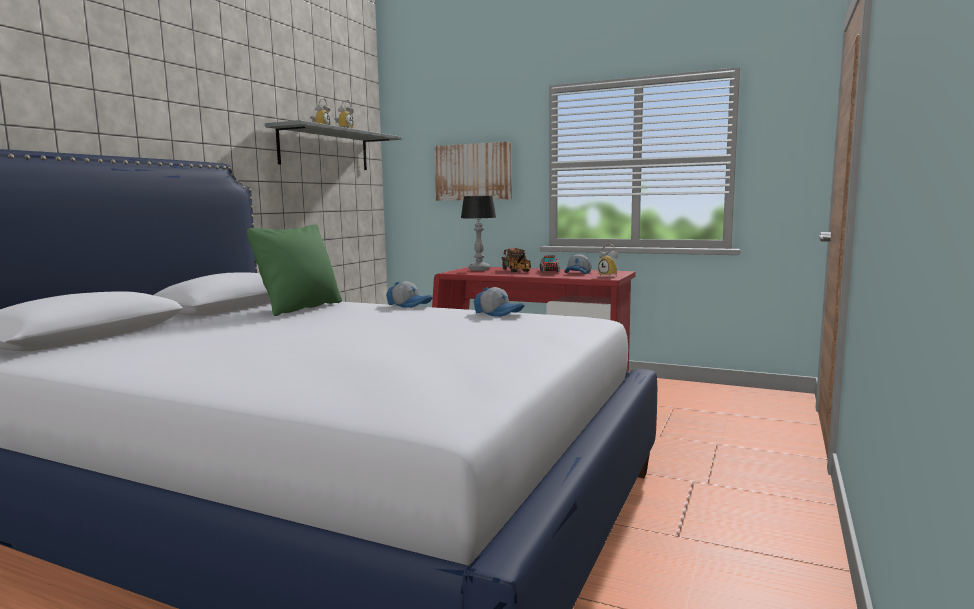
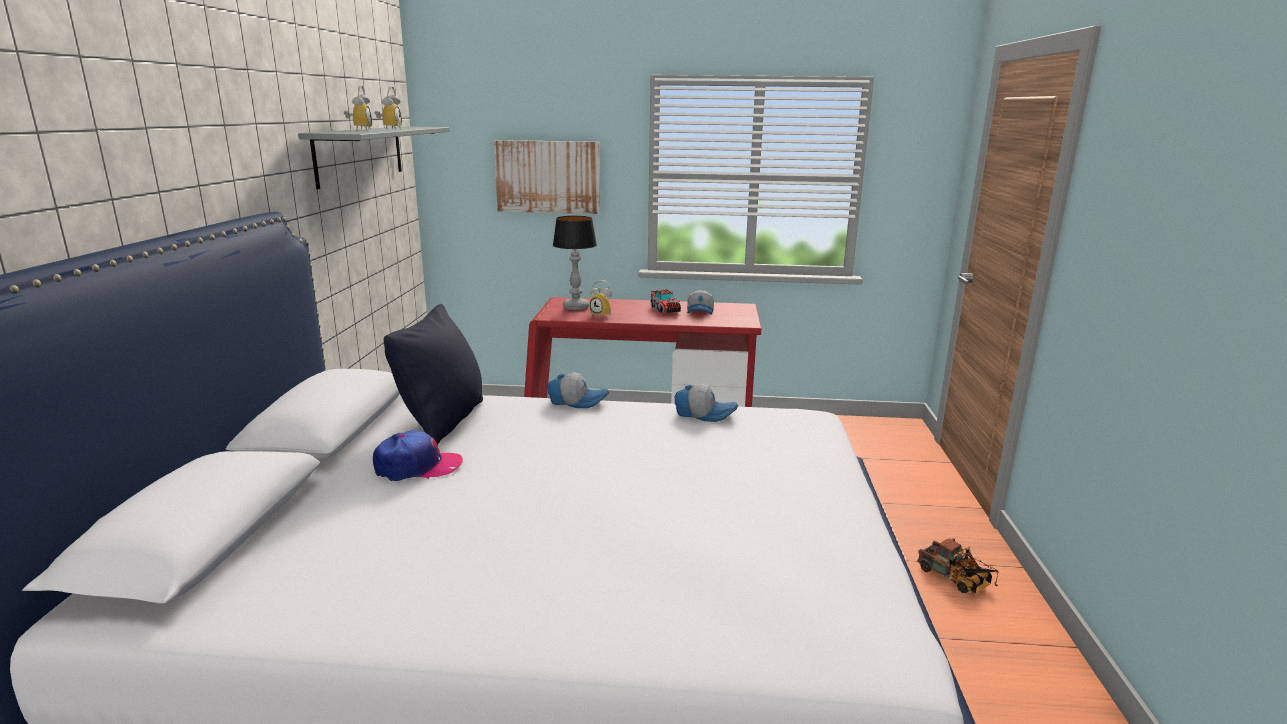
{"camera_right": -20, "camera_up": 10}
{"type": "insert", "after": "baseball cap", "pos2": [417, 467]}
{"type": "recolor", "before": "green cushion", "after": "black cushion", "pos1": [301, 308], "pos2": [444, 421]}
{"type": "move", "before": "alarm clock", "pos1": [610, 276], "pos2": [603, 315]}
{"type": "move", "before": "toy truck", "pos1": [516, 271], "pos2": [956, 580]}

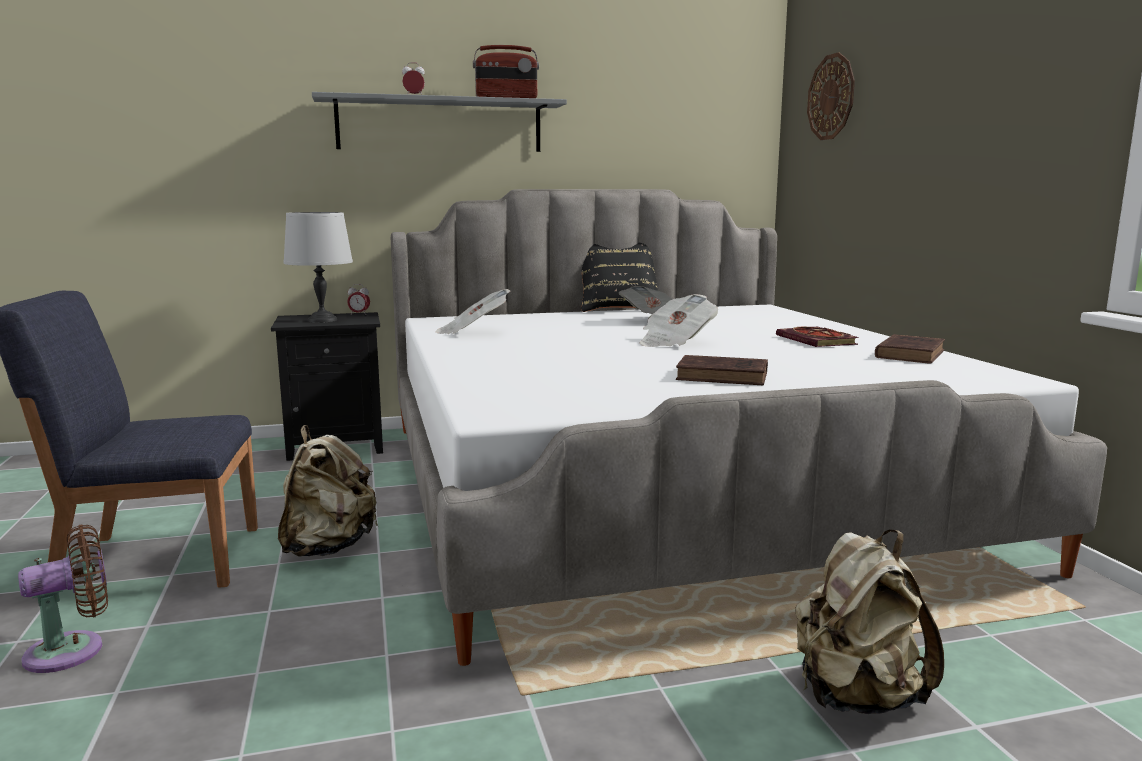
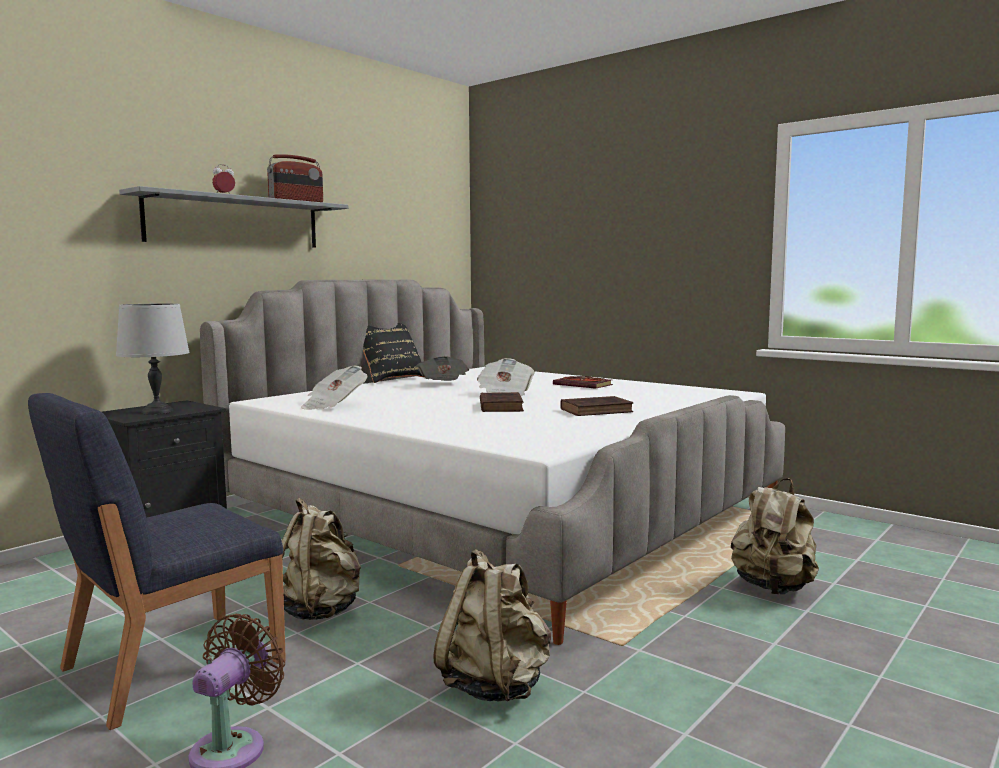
{"camera_right": -35, "camera_up": -5}
{"type": "insert", "after": "sand-coloured rucksack", "pos2": [495, 685]}
{"type": "move", "before": "brown bound book", "pos1": [910, 354], "pos2": [500, 406]}
{"type": "delete", "before": "alarm clock", "pos1": [359, 314]}
{"type": "delete", "before": "hanging clock", "pos1": [831, 97]}

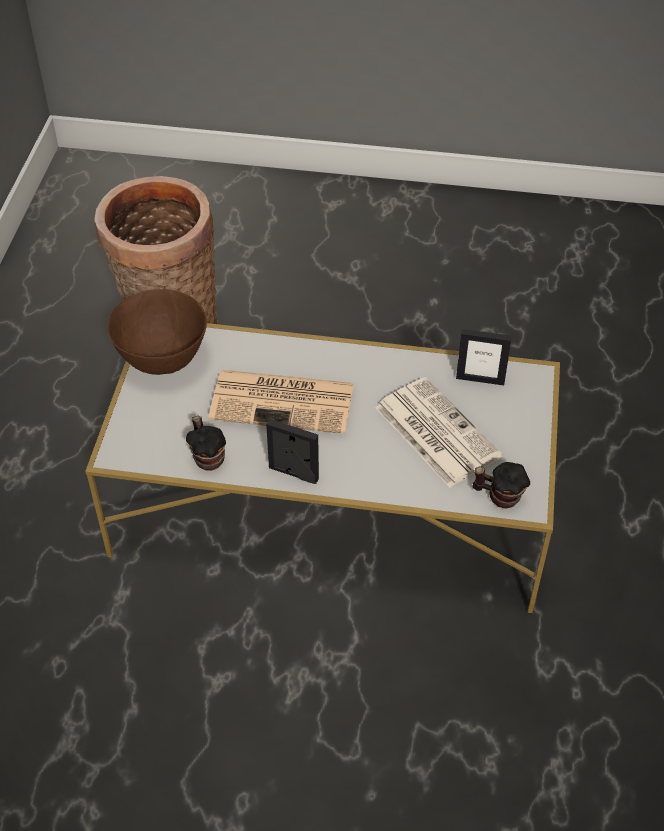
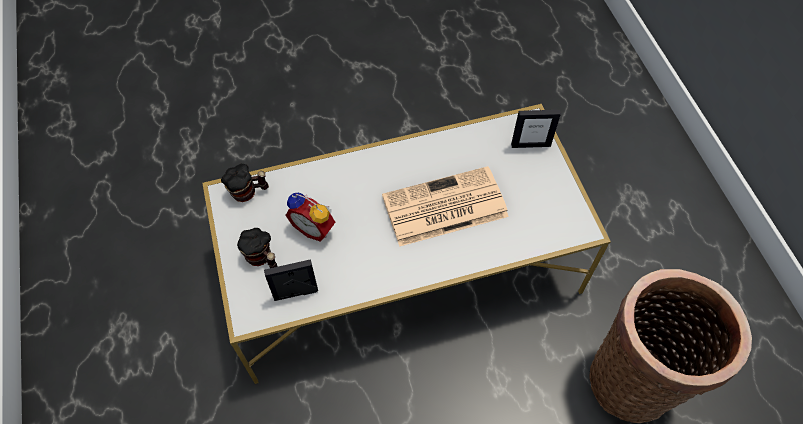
{"camera_right": 155, "camera_up": 10}
{"type": "move", "before": "coffee mug", "pos1": [207, 456], "pos2": [262, 259]}
{"type": "replace", "before": "printed paper", "after": "alarm clock", "pos1": [435, 431], "pos2": [315, 227]}
{"type": "move", "before": "photo frame", "pos1": [293, 473], "pos2": [530, 144]}
{"type": "delete", "before": "brown serving bowl", "pos1": [164, 359]}

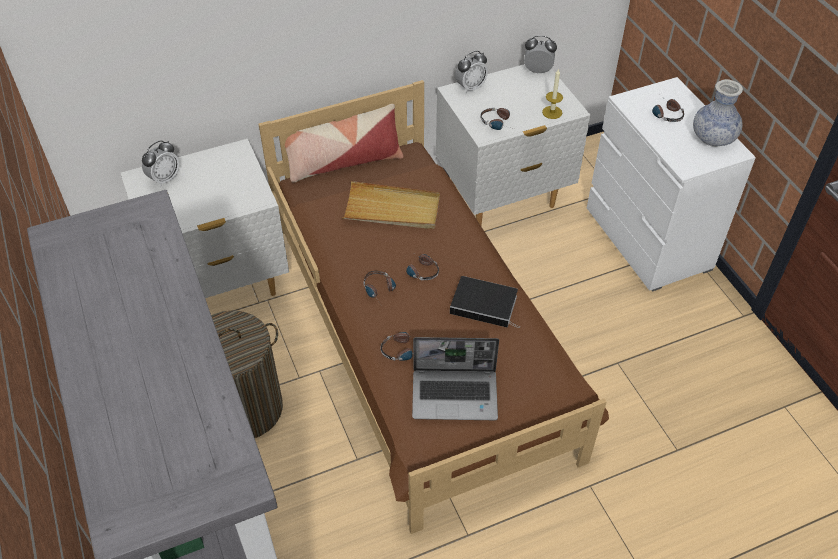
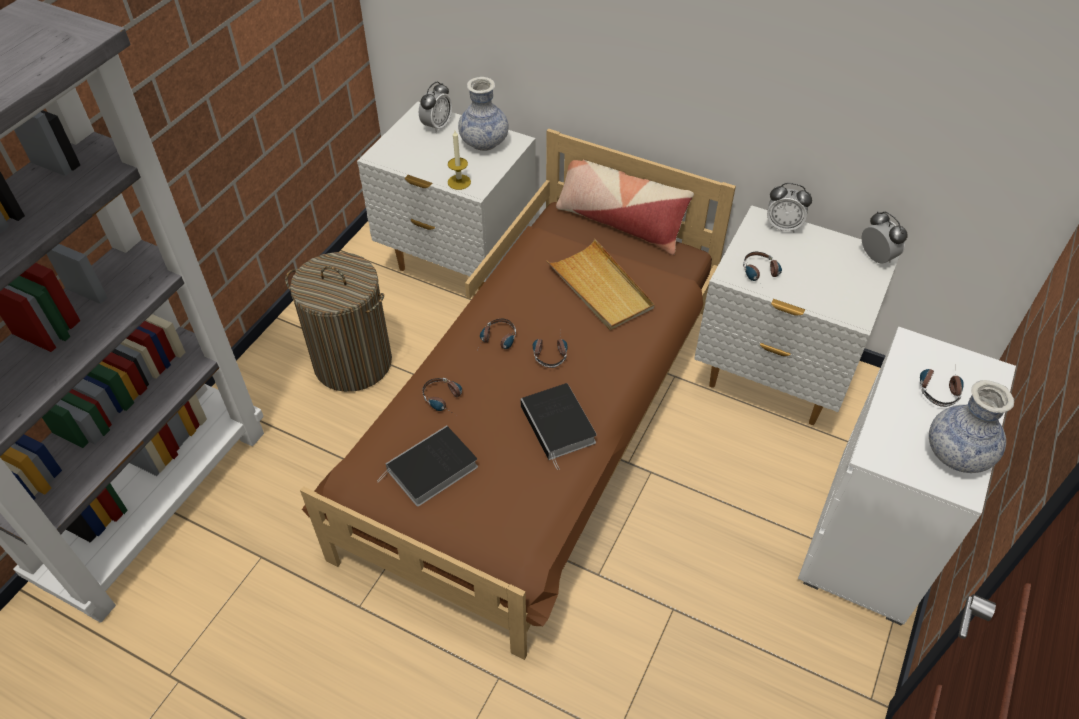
{"camera_right": 50, "camera_up": 0}
{"type": "replace", "before": "laptop", "after": "bound book", "pos1": [456, 394], "pos2": [431, 470]}
{"type": "rotate", "before": "alarm clock", "pos1": [164, 179], "pos2": [437, 126], "turn": -60}
{"type": "move", "before": "candle", "pos1": [552, 112], "pos2": [459, 182]}
{"type": "insert", "after": "flower vase", "pos2": [484, 142]}

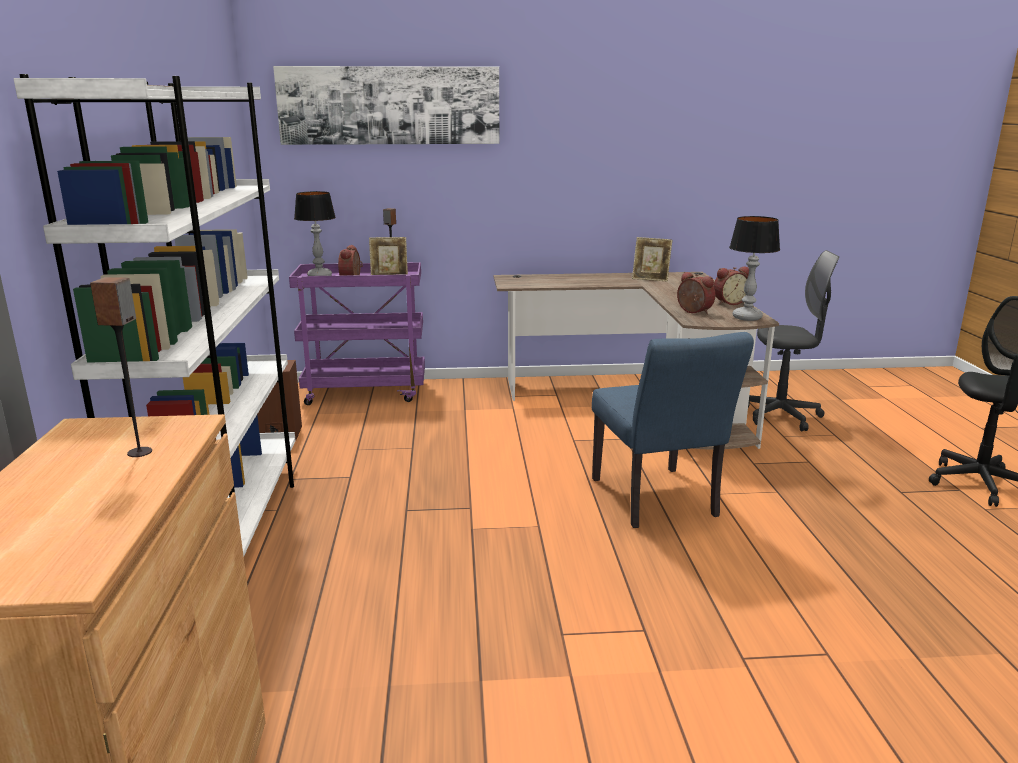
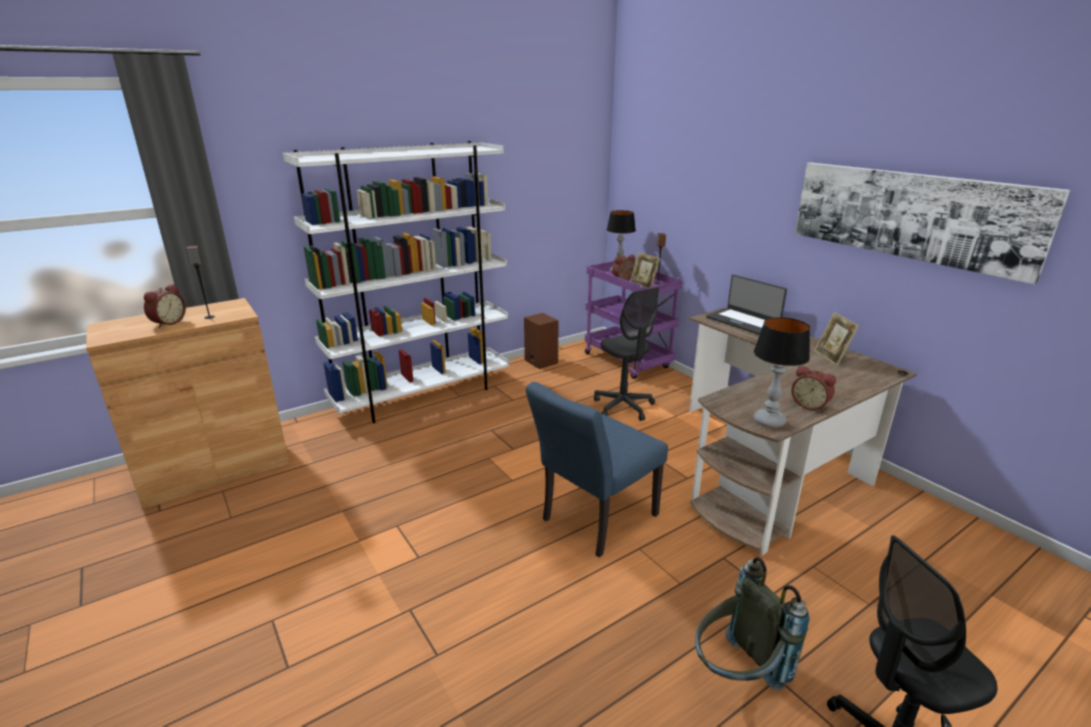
{"camera_right": 60, "camera_up": 5}
{"type": "move", "before": "alarm clock", "pos1": [693, 312], "pos2": [168, 322]}
{"type": "move", "before": "greyish desk chair", "pos1": [781, 416], "pos2": [623, 407]}
{"type": "insert", "after": "greyish rucksack", "pos2": [736, 675]}
{"type": "insert", "after": "laptop", "pos2": [743, 321]}
{"type": "move", "before": "wall picture", "pos1": [389, 105], "pos2": [910, 215]}

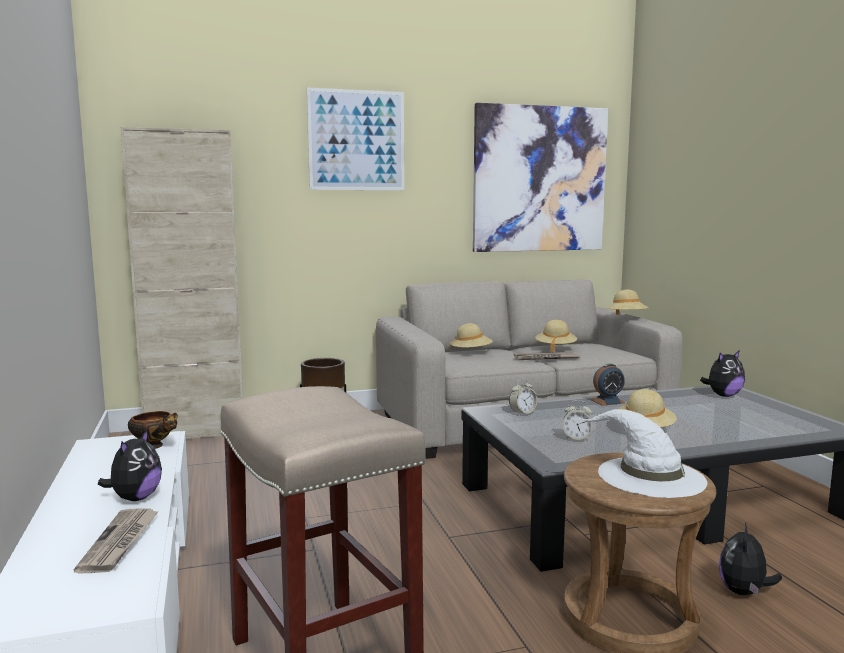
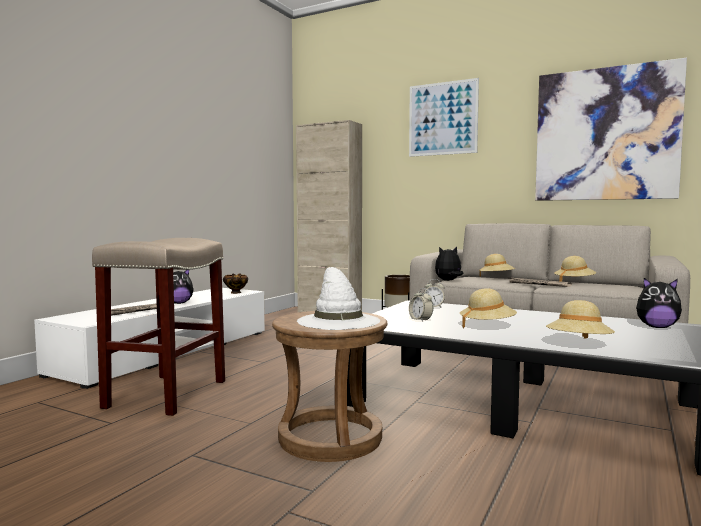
{"camera_right": 45, "camera_up": -5}
{"type": "move", "before": "cuddly toy", "pos1": [744, 592], "pos2": [448, 281]}
{"type": "move", "before": "sand-coloured hat", "pos1": [626, 318], "pos2": [579, 345]}
{"type": "delete", "before": "alarm clock", "pos1": [607, 401]}

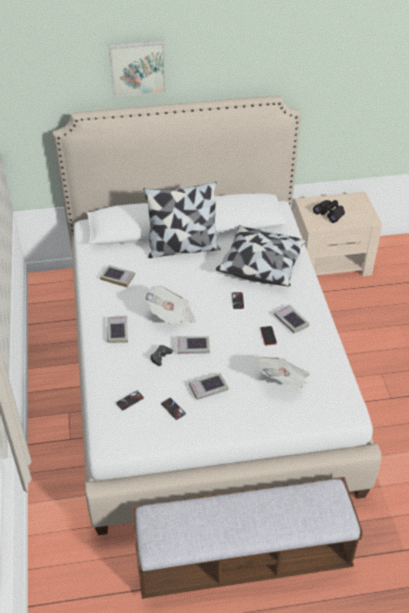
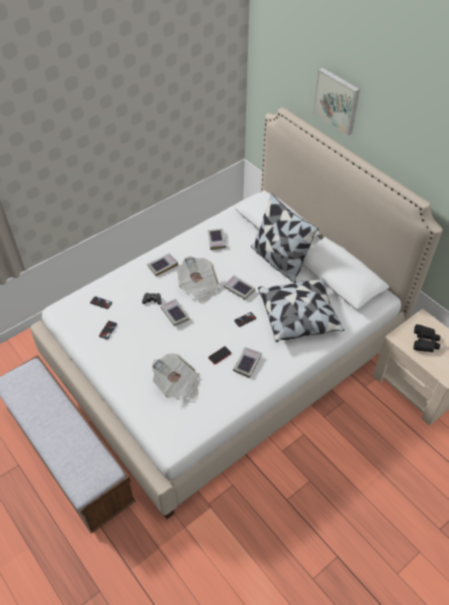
{"camera_right": 60, "camera_up": 5}
{"type": "move", "before": "bound book", "pos1": [208, 388], "pos2": [239, 289]}

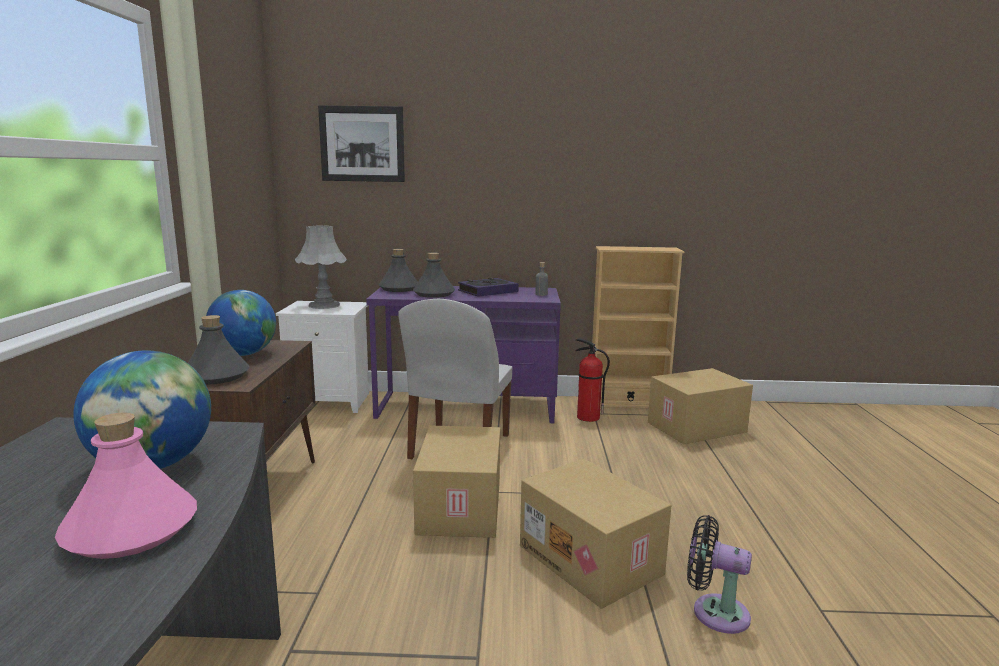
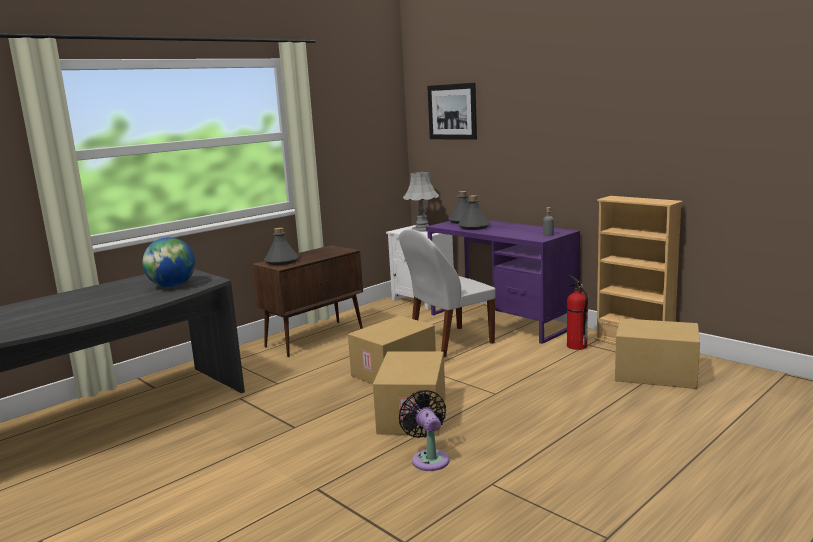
{"camera_right": 45, "camera_up": 0}
{"type": "delete", "before": "pink-coloured drink bottle", "pos1": [132, 530]}
{"type": "delete", "before": "desk globe", "pos1": [244, 354]}
{"type": "delete", "before": "bound book", "pos1": [487, 291]}

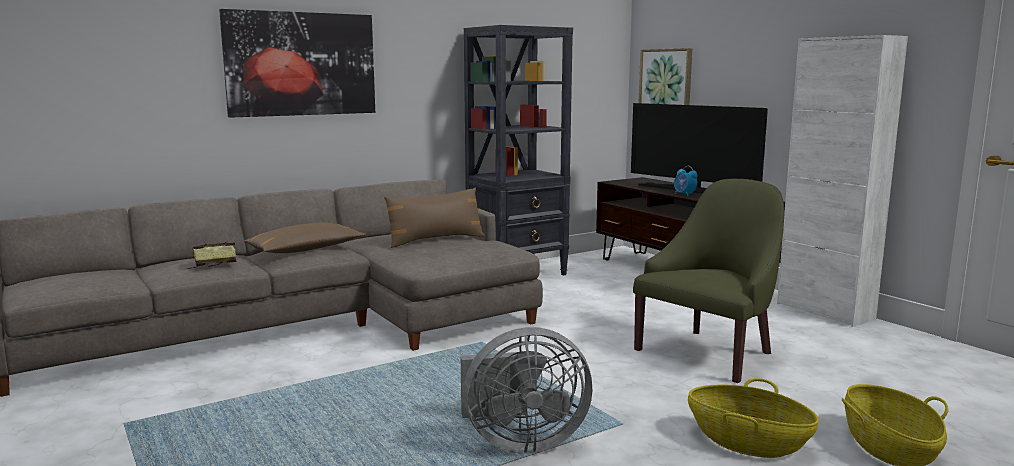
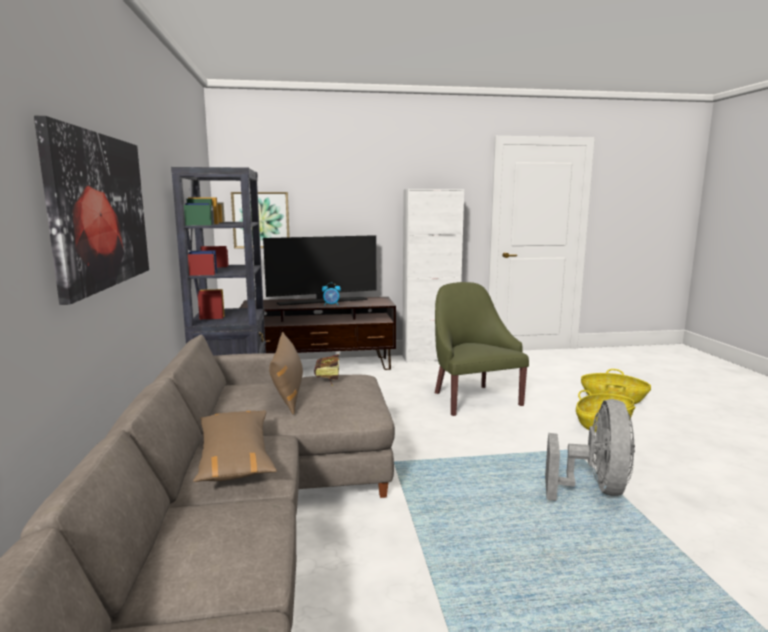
{"camera_right": -65, "camera_up": 0}
{"type": "move", "before": "bound book", "pos1": [210, 265], "pos2": [327, 379]}

